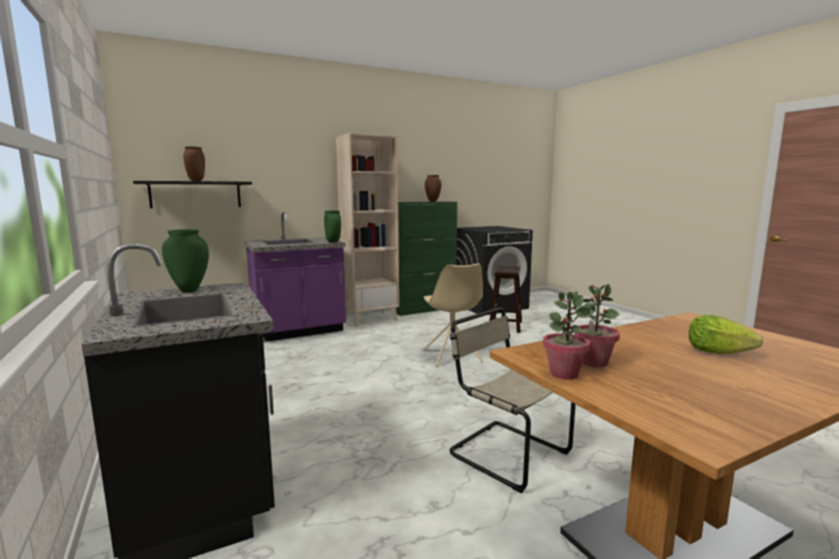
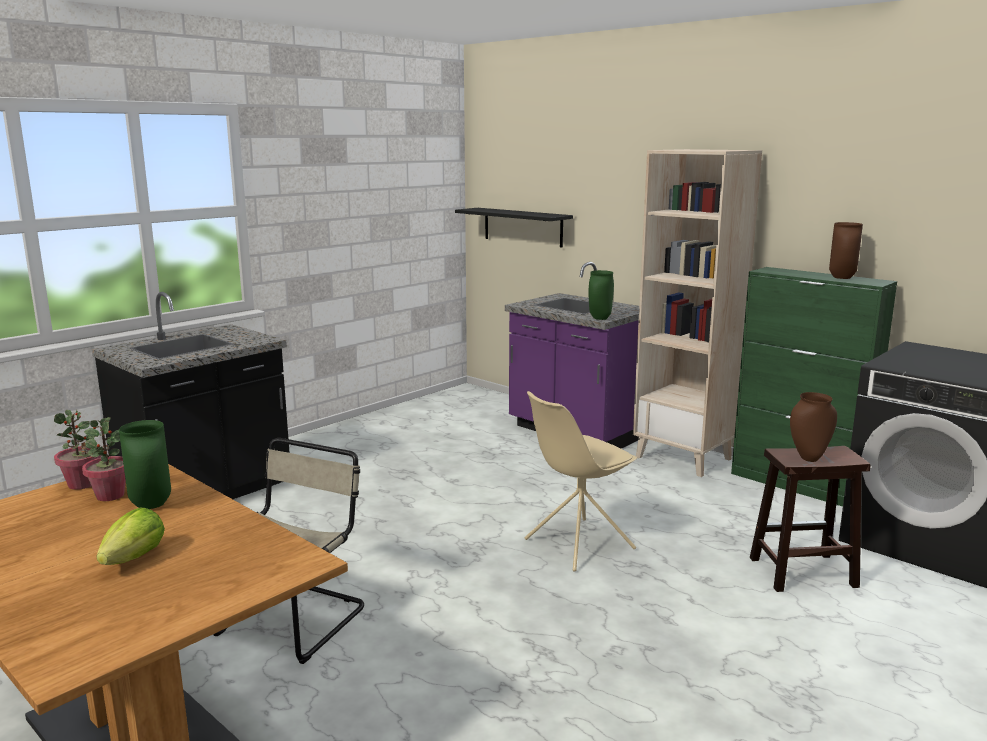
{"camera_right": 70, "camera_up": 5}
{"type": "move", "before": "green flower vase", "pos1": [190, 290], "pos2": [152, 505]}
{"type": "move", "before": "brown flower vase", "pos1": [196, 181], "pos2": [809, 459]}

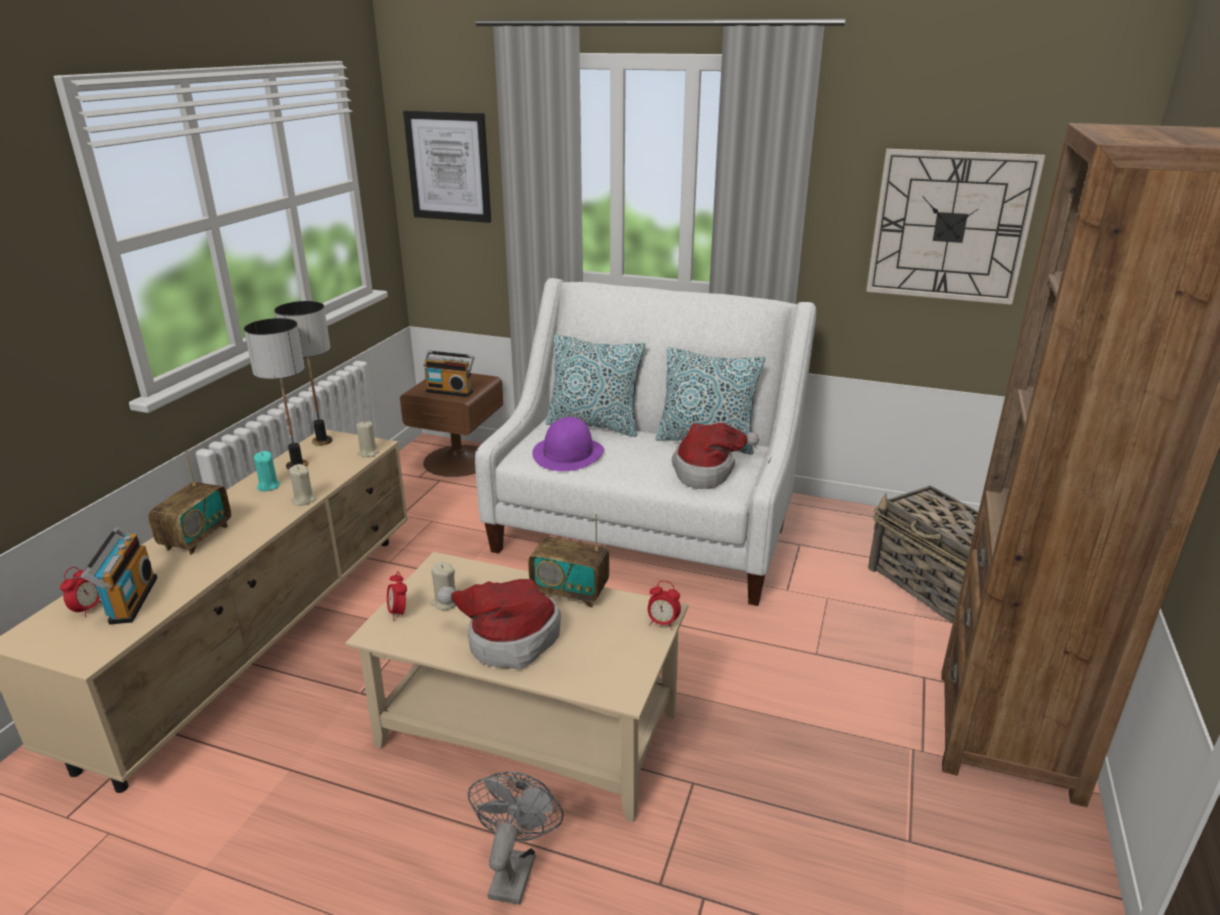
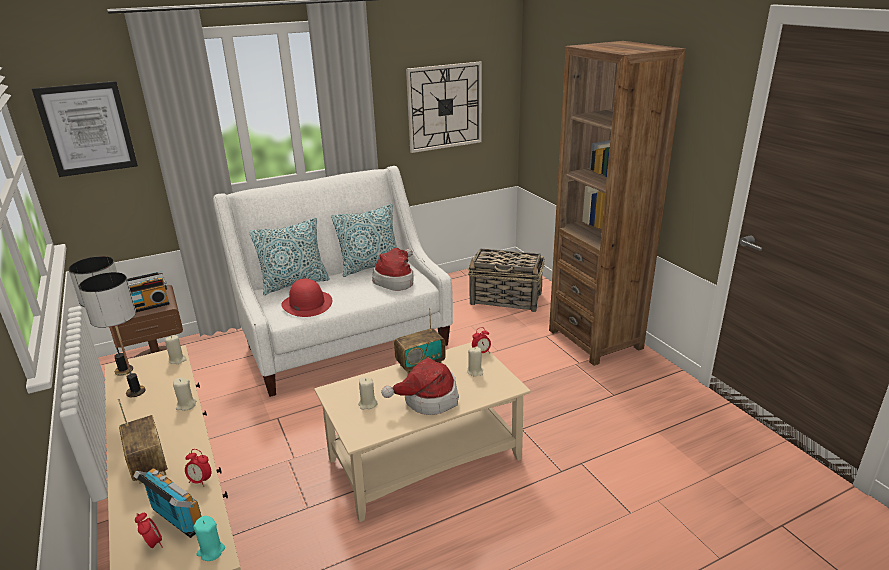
{"camera_right": -45, "camera_up": 0}
{"type": "move", "before": "alarm clock", "pos1": [398, 613], "pos2": [200, 481]}
{"type": "move", "before": "turquoise-coloured candle", "pos1": [268, 486], "pos2": [211, 551]}
{"type": "recolor", "before": "purplish hat", "after": "red-coloured hat", "pos1": [568, 453], "pos2": [307, 304]}
{"type": "insert", "after": "sand-coloured candle", "pos2": [475, 371]}
{"type": "delete", "before": "greyish electric fan", "pos1": [514, 868]}

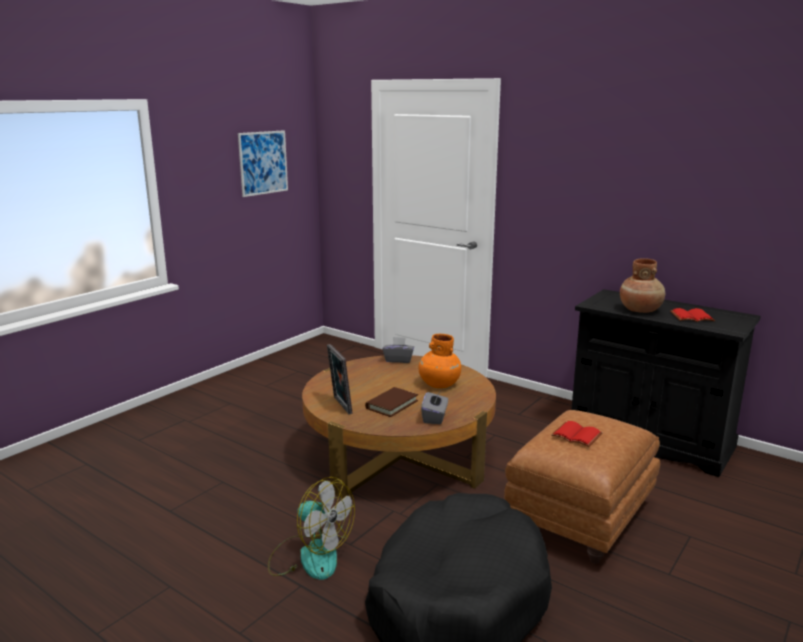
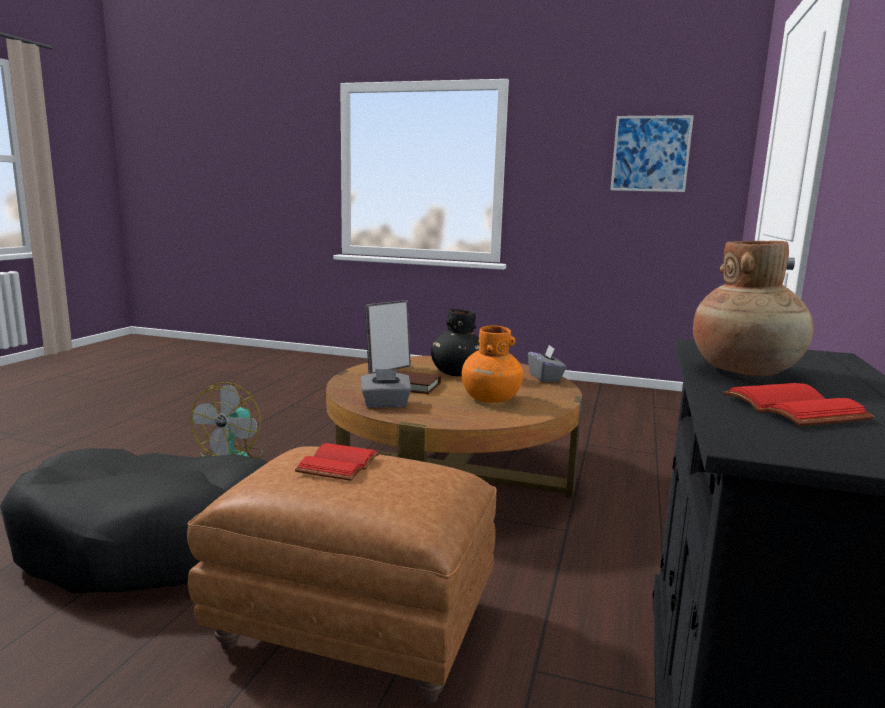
{"camera_right": 70, "camera_up": -5}
{"type": "insert", "after": "black flower vase", "pos2": [456, 373]}

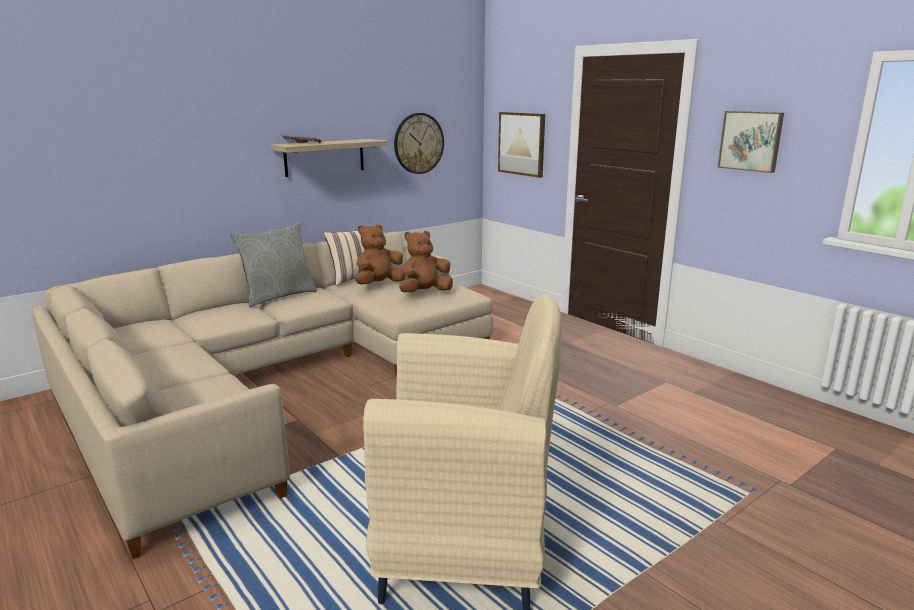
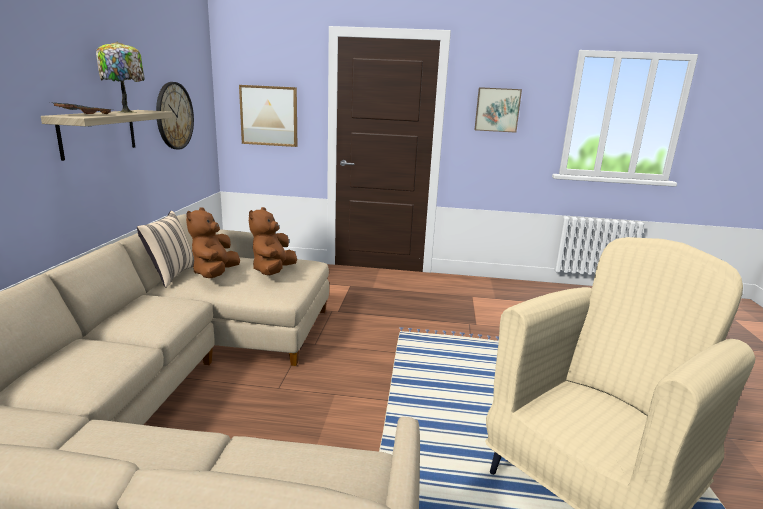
{"camera_right": -45, "camera_up": 0}
{"type": "insert", "after": "table lamp", "pos2": [126, 112]}
{"type": "delete", "before": "greyish cushion", "pos1": [278, 296]}

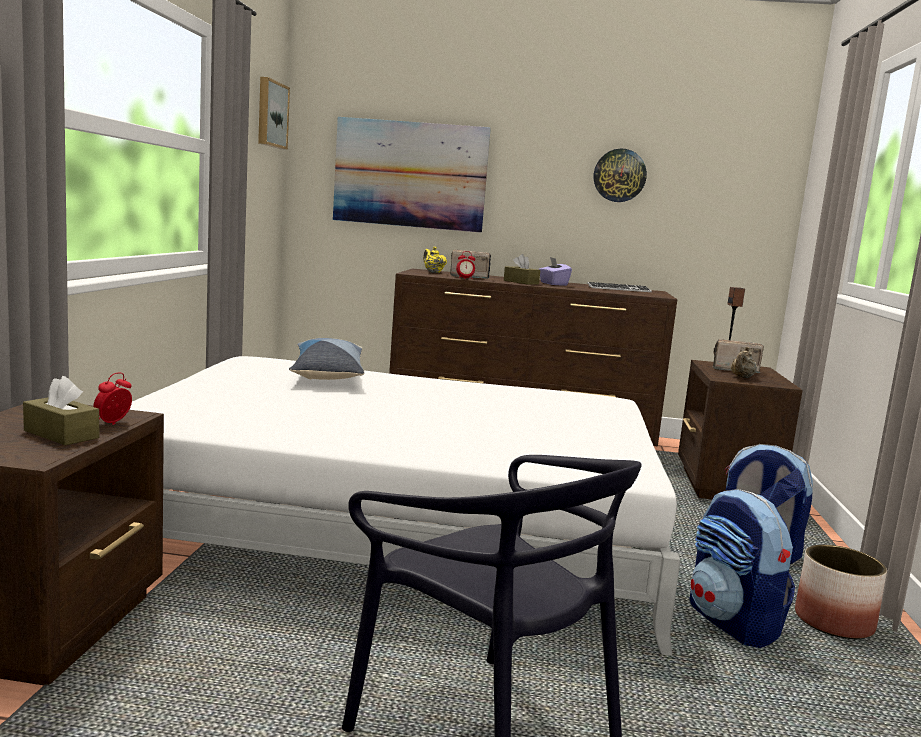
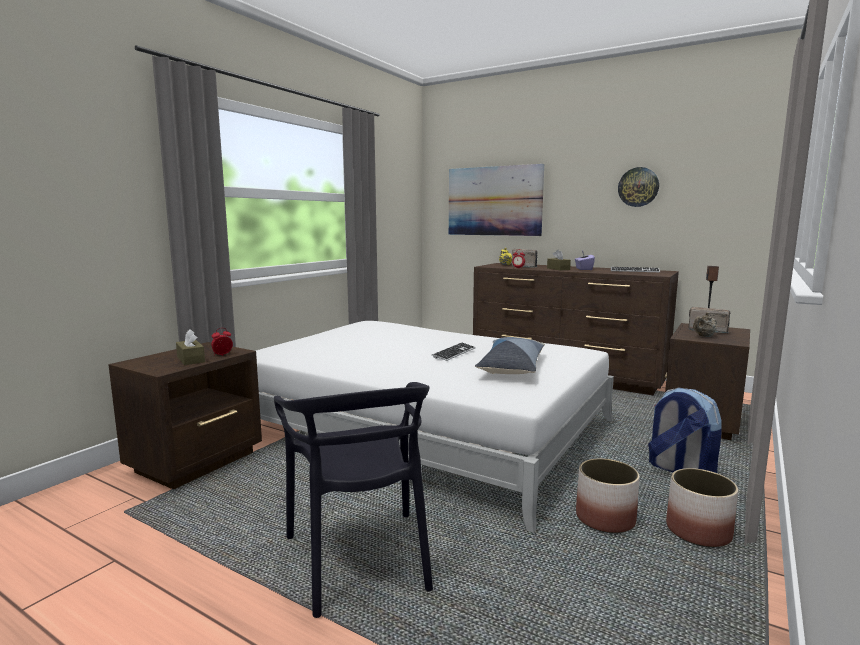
{"camera_right": 25, "camera_up": 0}
{"type": "insert", "after": "computer keyboard", "pos2": [454, 353]}
{"type": "move", "before": "cushion", "pos1": [327, 374], "pos2": [511, 367]}
{"type": "replace", "before": "rucksack", "after": "flower pot", "pos1": [732, 623], "pos2": [606, 519]}
{"type": "delete", "before": "wall picture", "pos1": [270, 114]}

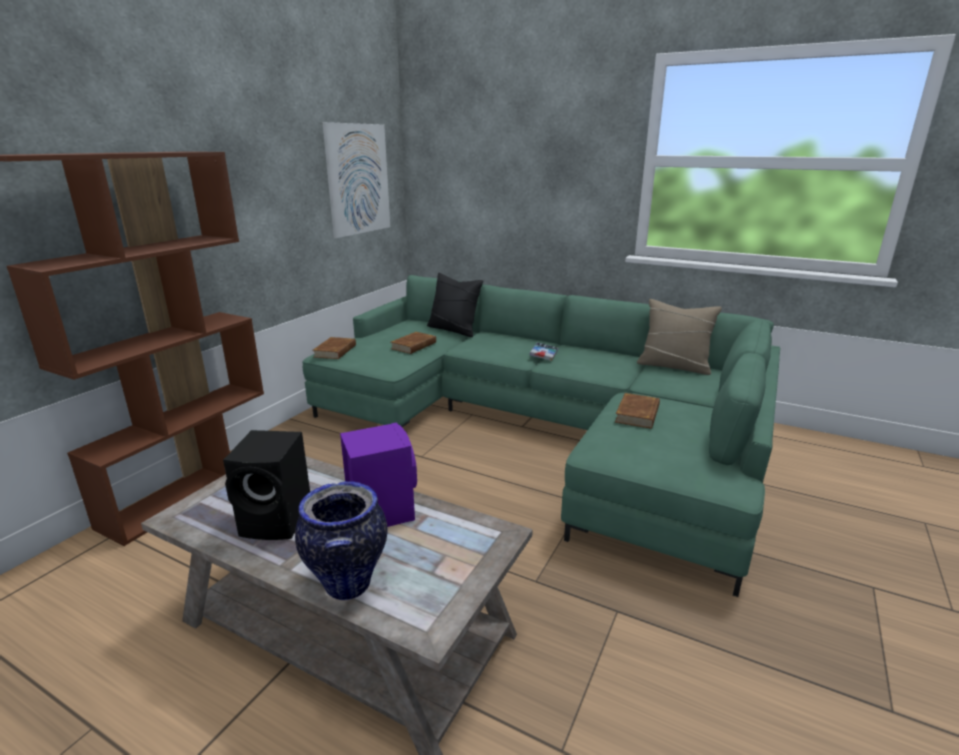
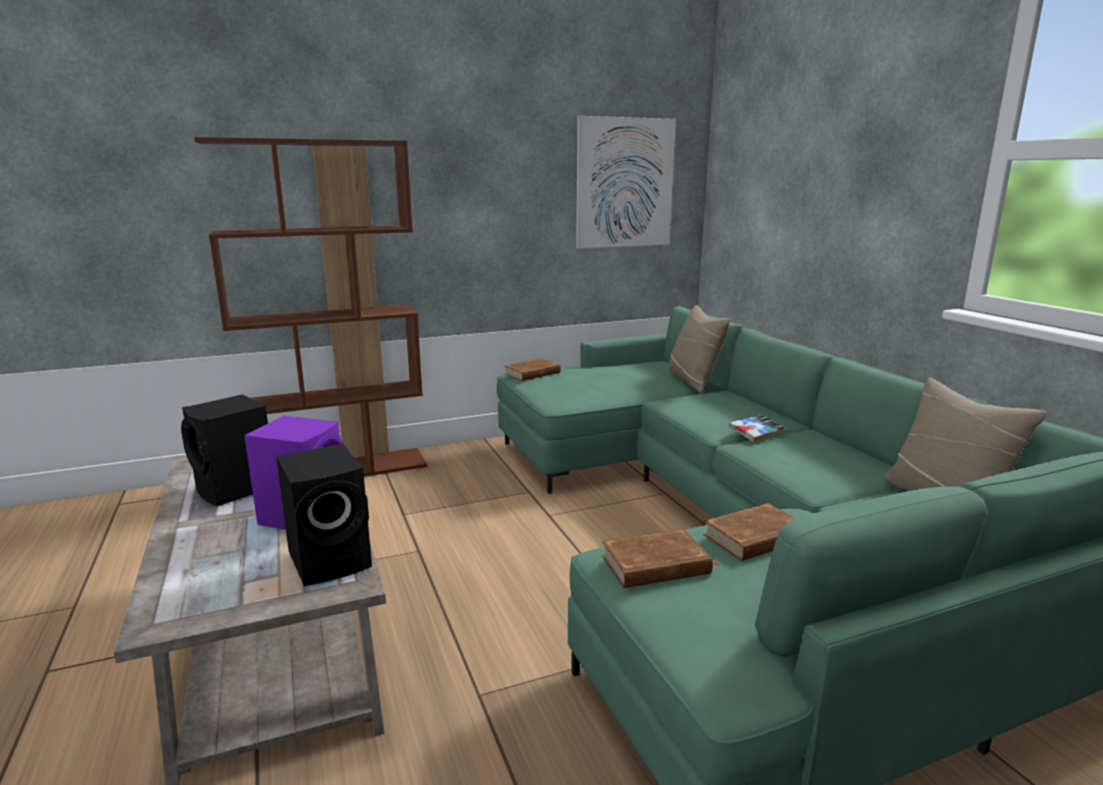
{"camera_right": 40, "camera_up": -5}
{"type": "insert", "after": "black loudspeaker", "pos2": [333, 559]}
{"type": "move", "before": "brown bound book", "pos1": [414, 346], "pos2": [656, 565]}
{"type": "recolor", "before": "black cushion", "after": "sand-coloured cushion", "pos1": [454, 330], "pos2": [693, 381]}
{"type": "delete", "before": "flower vase", "pos1": [347, 584]}

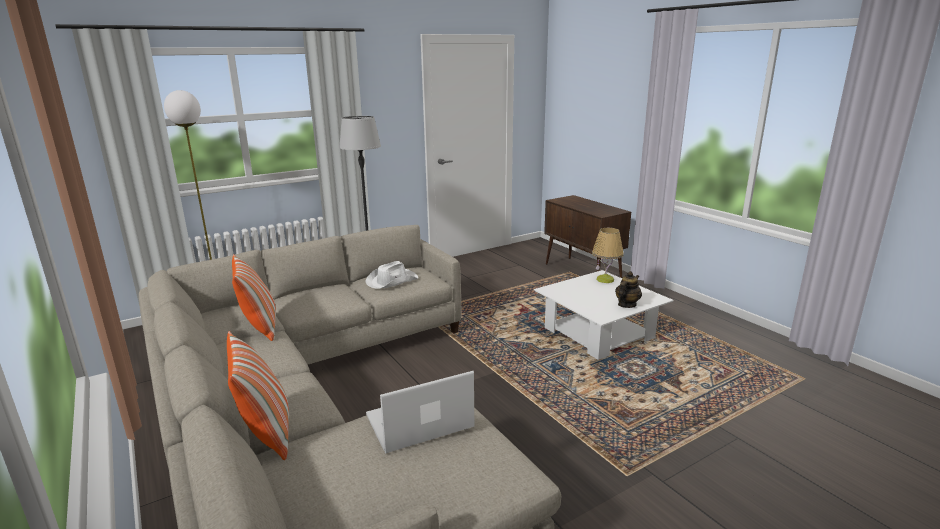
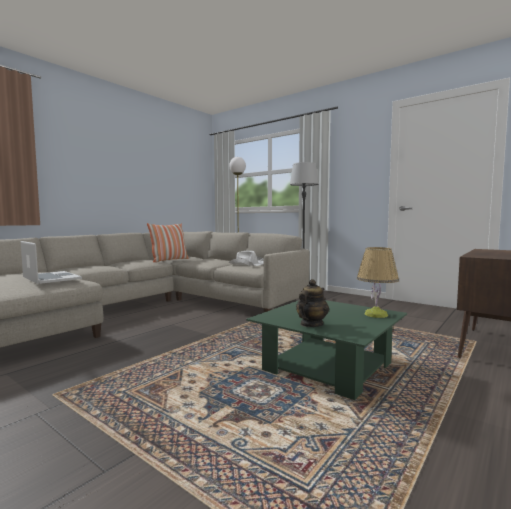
{"camera_right": 70, "camera_up": -15}
{"type": "recolor", "before": "white-coloured low table", "after": "green low table", "pos1": [598, 333], "pos2": [328, 367]}
{"type": "rotate", "before": "pot for tea", "pos1": [626, 305], "pos2": [311, 324], "turn": -75}
{"type": "delete", "before": "cushion", "pos1": [266, 432]}

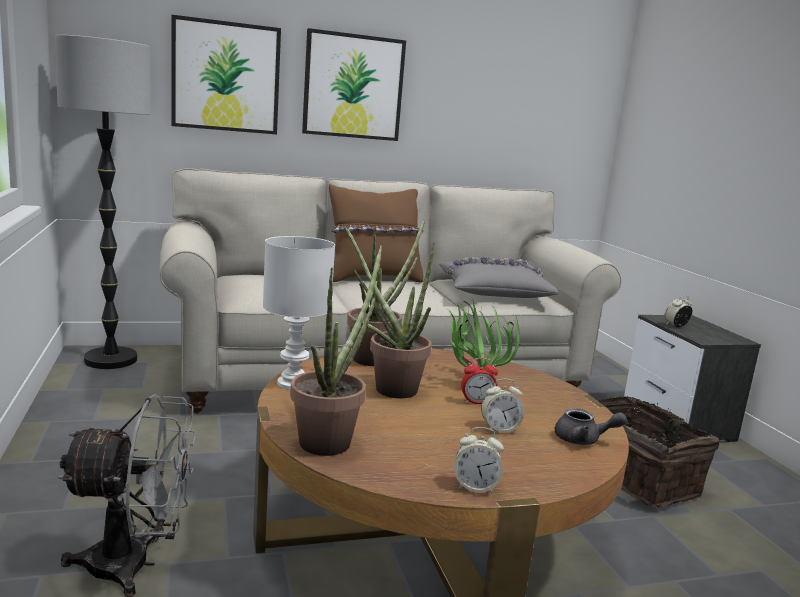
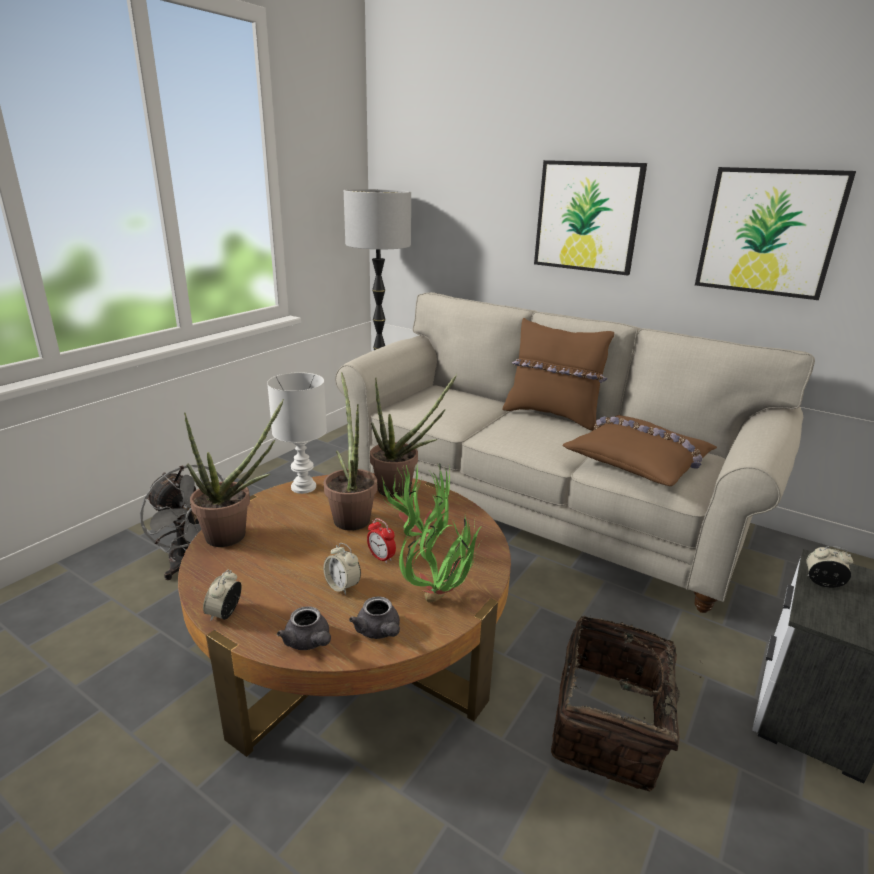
{"camera_right": 50, "camera_up": 10}
{"type": "rotate", "before": "alarm clock", "pos1": [475, 487], "pos2": [225, 613], "turn": 45}
{"type": "insert", "after": "greyish pot for tea", "pos2": [309, 642]}
{"type": "insert", "after": "potted plant", "pos2": [444, 600]}
{"type": "recolor", "before": "greyish cushion", "after": "brown cushion", "pos1": [493, 291], "pos2": [639, 460]}
{"type": "move", "before": "wall picture", "pos1": [226, 77], "pos2": [769, 232]}

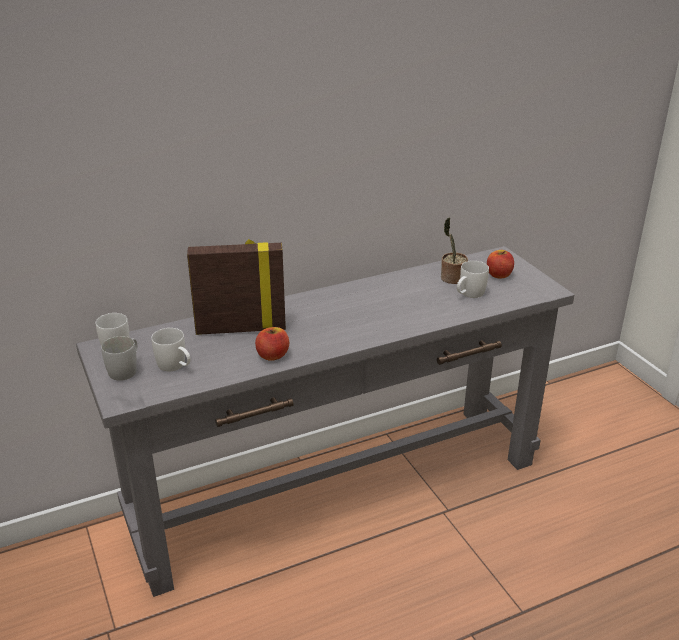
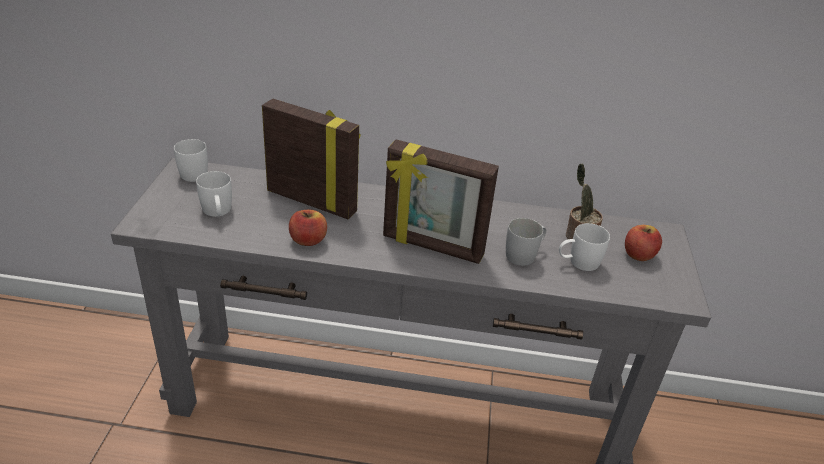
{"camera_right": 30, "camera_up": 5}
{"type": "insert", "after": "photo frame", "pos2": [432, 247]}
{"type": "move", "before": "white-coloured coffee mug", "pos1": [126, 369], "pos2": [524, 255]}

